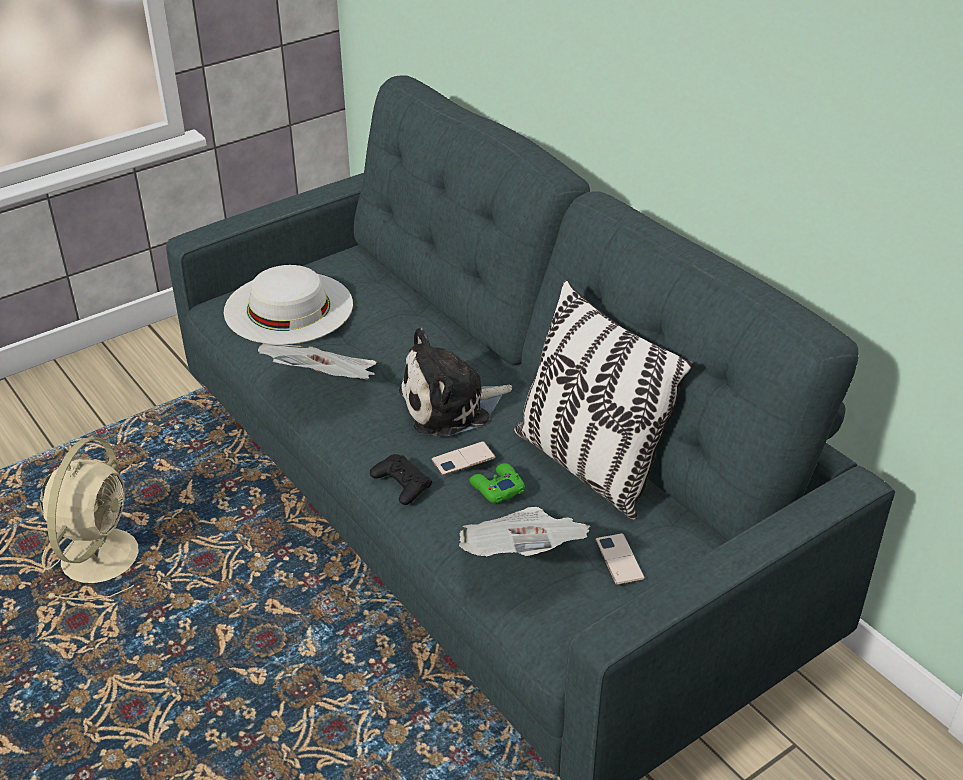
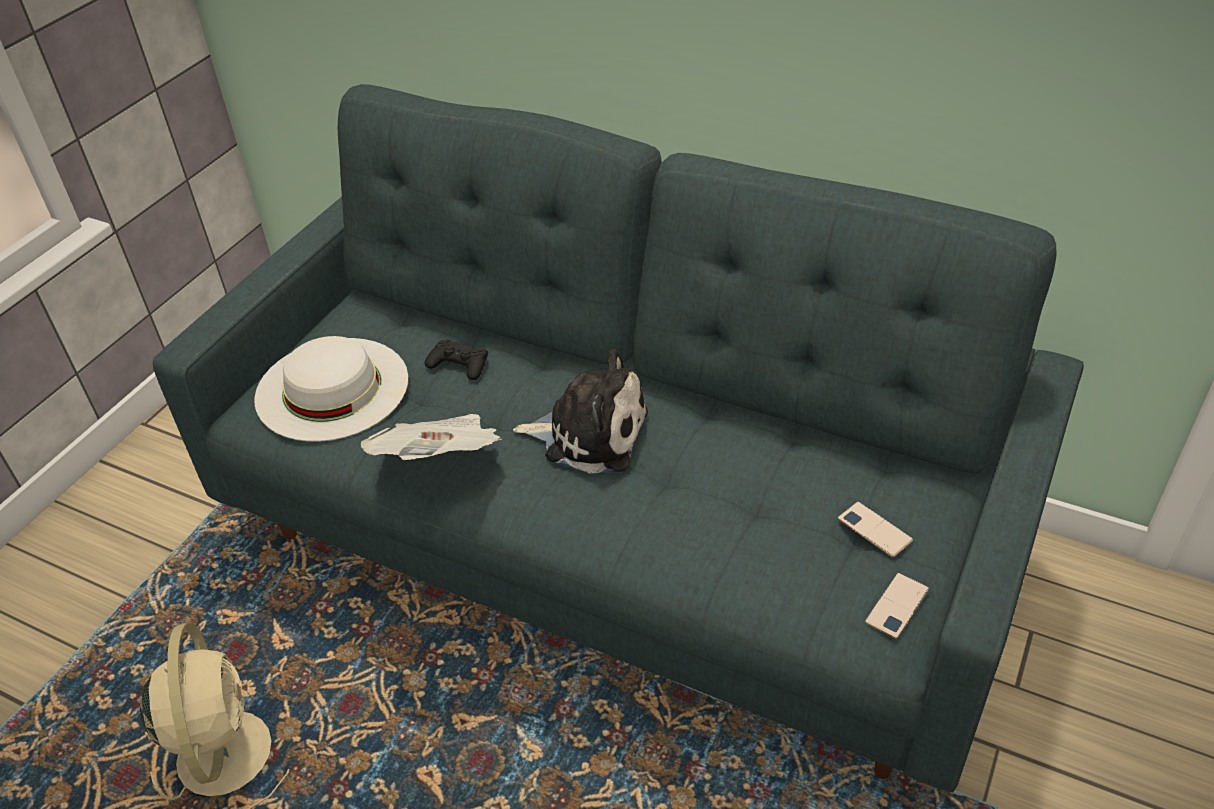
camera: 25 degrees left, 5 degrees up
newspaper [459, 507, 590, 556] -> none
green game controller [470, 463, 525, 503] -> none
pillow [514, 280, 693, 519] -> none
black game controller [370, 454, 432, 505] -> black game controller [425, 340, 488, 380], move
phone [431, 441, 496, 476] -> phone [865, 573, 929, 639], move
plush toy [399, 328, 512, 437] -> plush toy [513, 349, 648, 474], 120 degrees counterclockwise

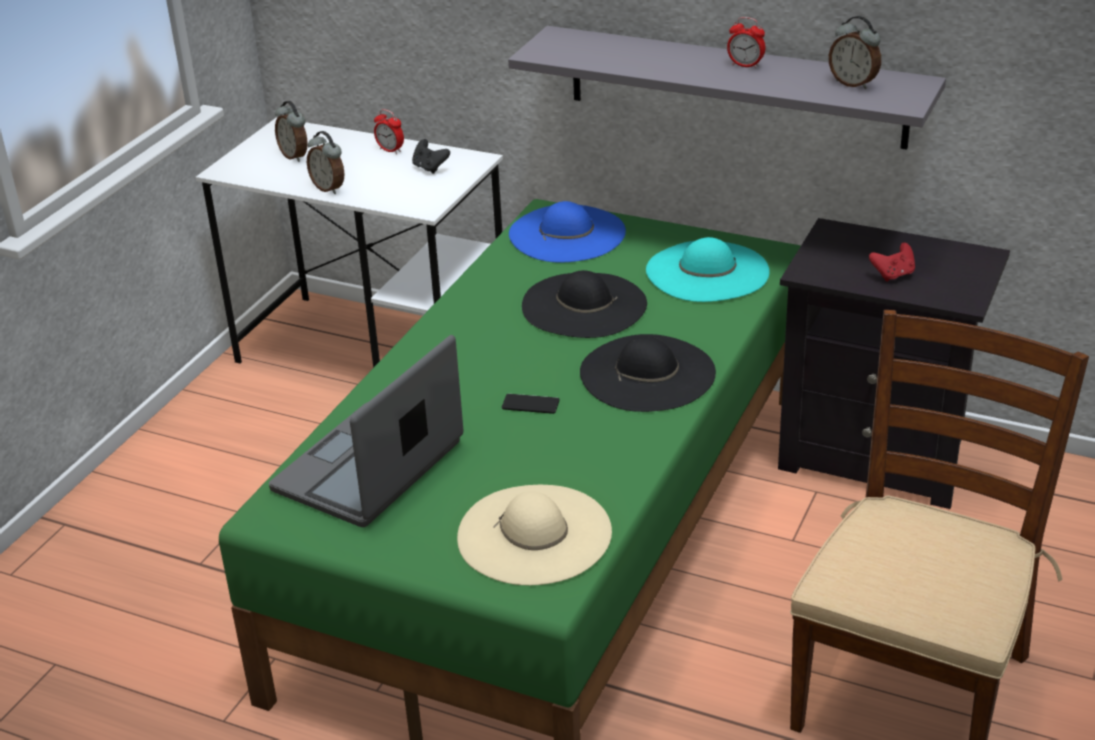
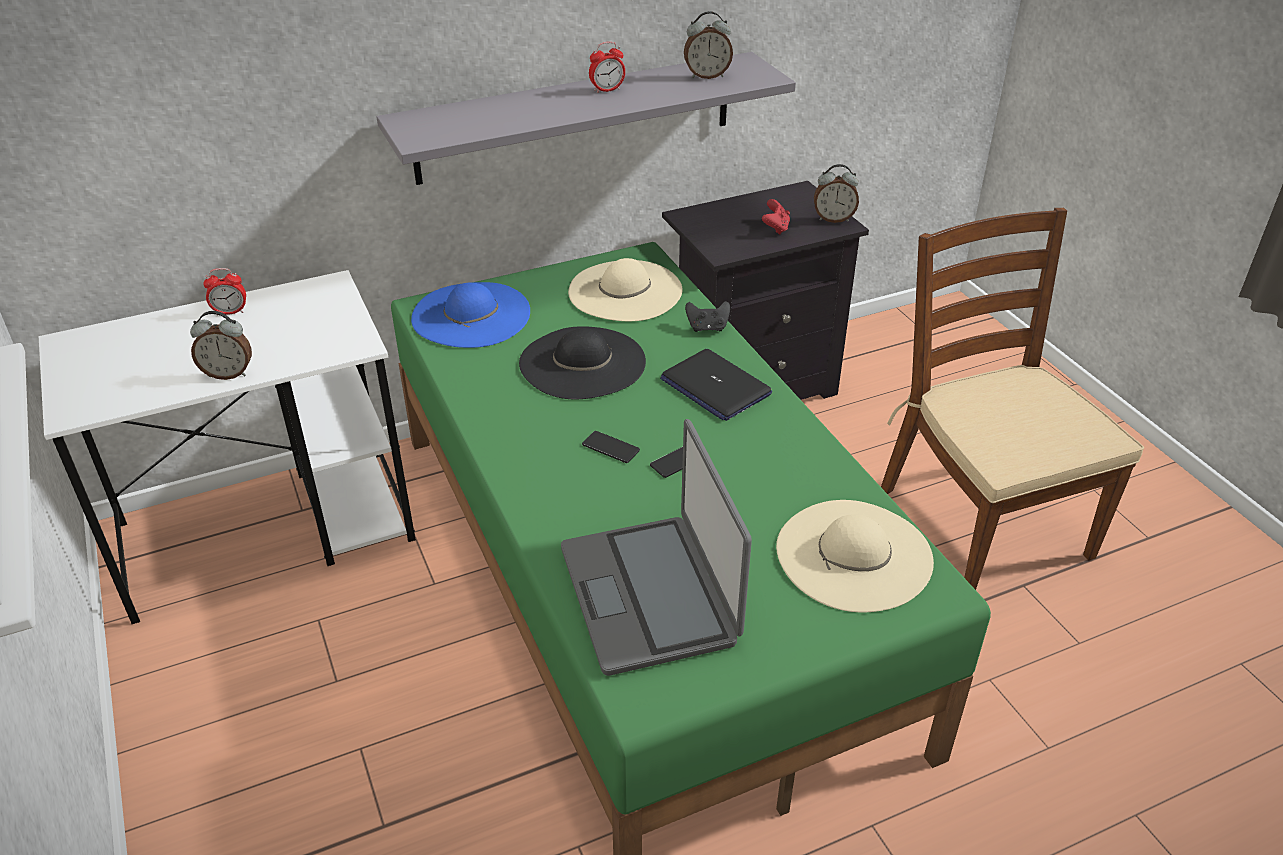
camera: 50 degrees left, 5 degrees up
none -> phone [582, 431, 640, 463]
alarm clock [275, 101, 308, 162] -> alarm clock [814, 164, 859, 223], move
black game controller [412, 139, 450, 174] -> black game controller [685, 301, 730, 332], move
black hat [580, 334, 716, 412] -> laptop [660, 349, 772, 421]
turquoise hat [646, 237, 770, 302] -> beige hat [568, 258, 683, 321]

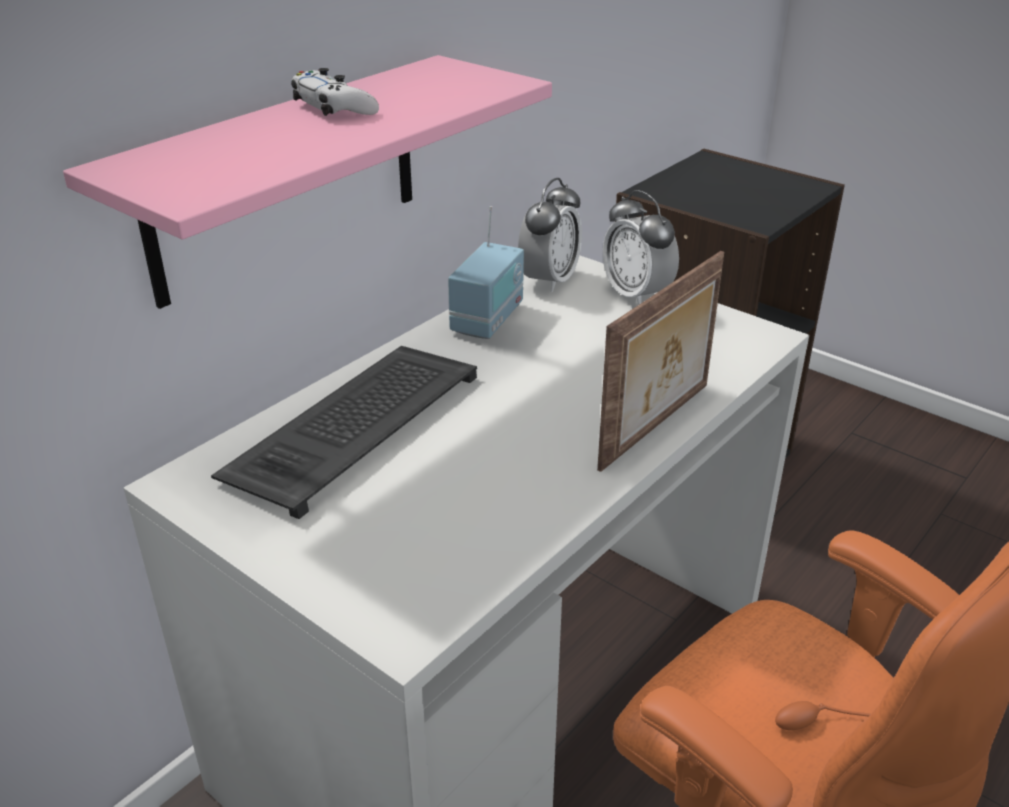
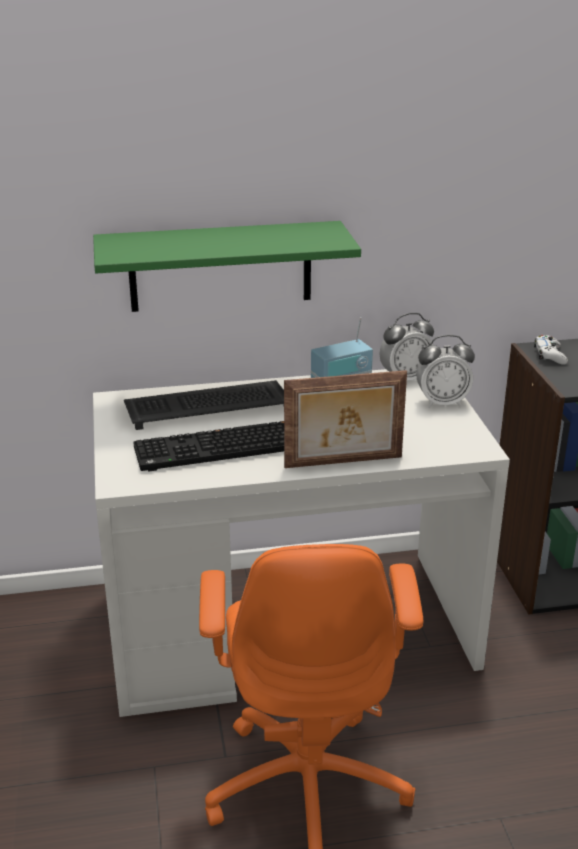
camera: 40 degrees right, 5 degrees down
none -> keyboard [133, 421, 284, 472]
white game controller [291, 68, 379, 116] -> white game controller [534, 335, 568, 365], move
pink shelf [63, 55, 552, 309] -> green shelf [93, 221, 361, 312]
alarm clock [603, 190, 679, 305] -> alarm clock [416, 335, 475, 408], 105 degrees counterclockwise

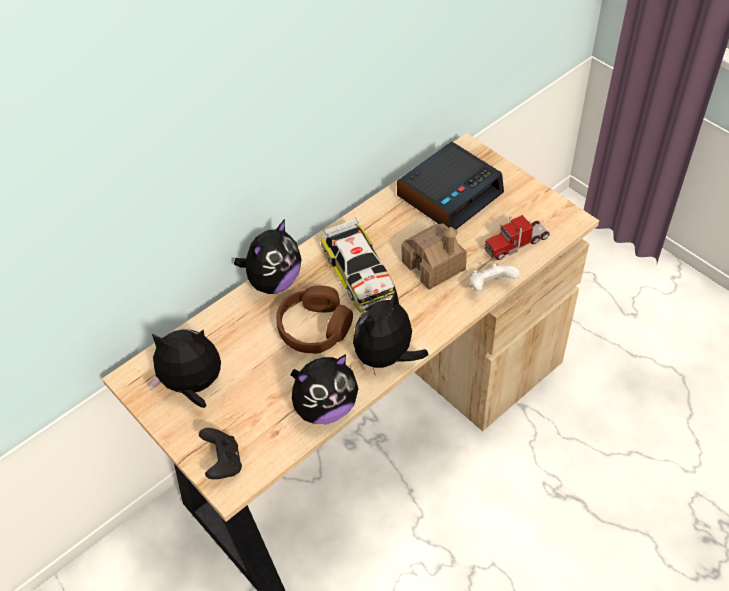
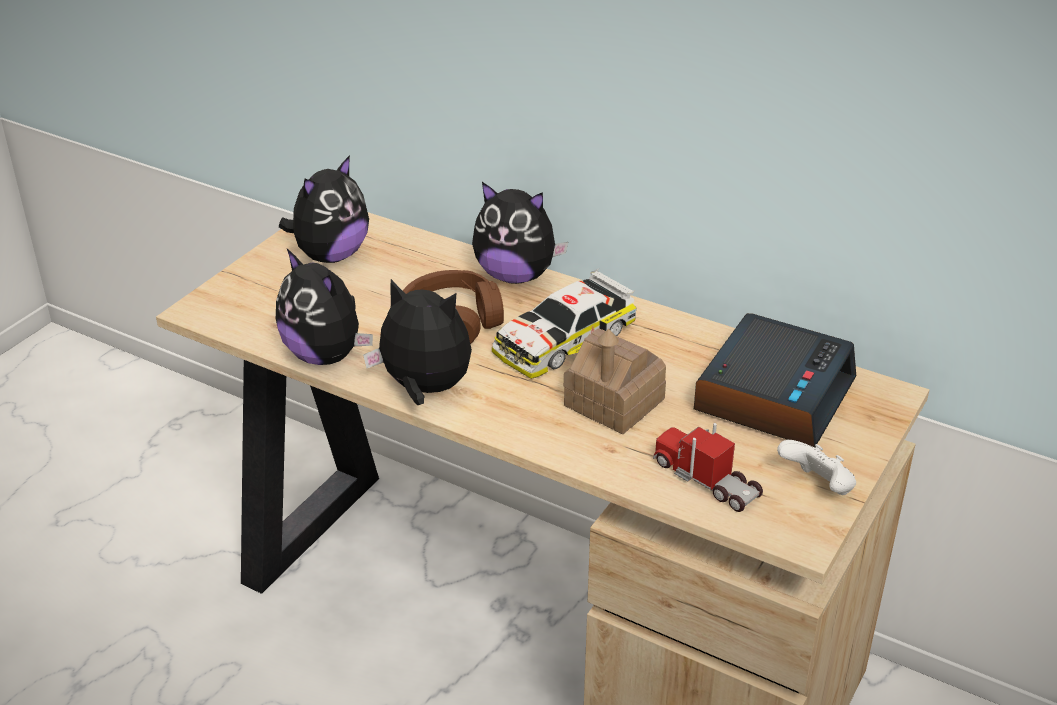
camera: 70 degrees right, 15 degrees down
black game controller [199, 428, 242, 479] -> none
white game controller [470, 264, 520, 291] -> white game controller [777, 440, 856, 495], move
plush toy [148, 329, 221, 408] -> plush toy [279, 155, 369, 263], 60 degrees clockwise
alarm clock [397, 142, 504, 230] -> alarm clock [694, 313, 856, 447], 90 degrees counterclockwise

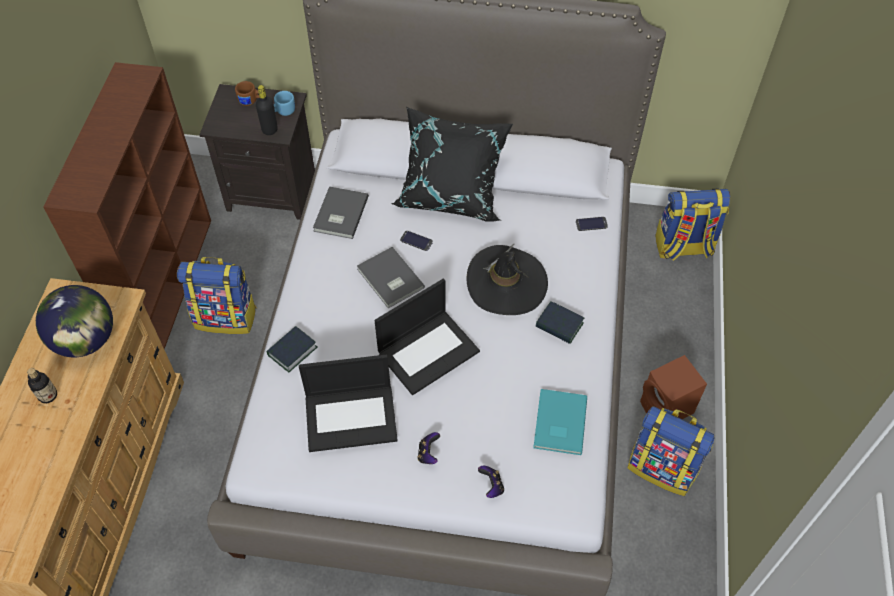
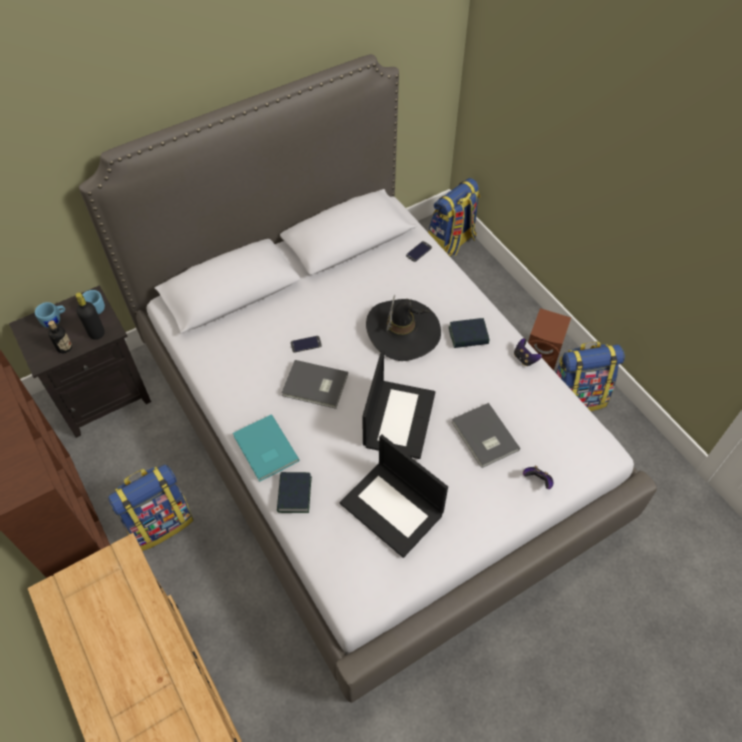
camera: 40 degrees left, 0 degrees up
globe [36, 285, 113, 357] -> none
black pillow [392, 107, 513, 222] -> none
bottle [27, 368, 57, 403] -> bottle [48, 320, 72, 353], move
grey book [313, 186, 369, 239] -> grey book [452, 403, 520, 468], move
game controller [418, 432, 440, 464] -> game controller [514, 338, 542, 366], move
turquoise book [533, 389, 587, 455] -> turquoise book [233, 414, 299, 482], move
brown mug [235, 81, 260, 106] -> blue mug [35, 302, 65, 328]
laptop [299, 354, 398, 452] -> laptop [340, 434, 448, 558], 90 degrees clockwise

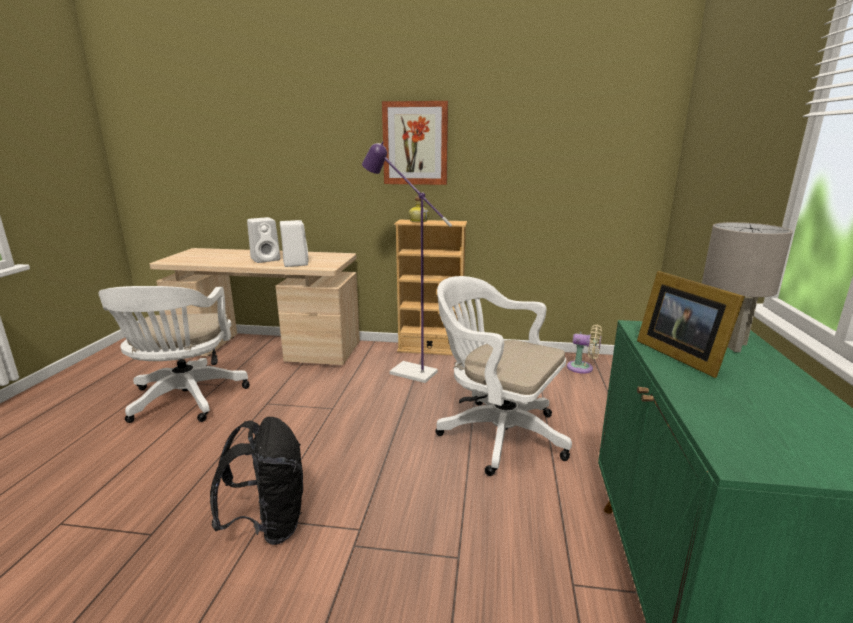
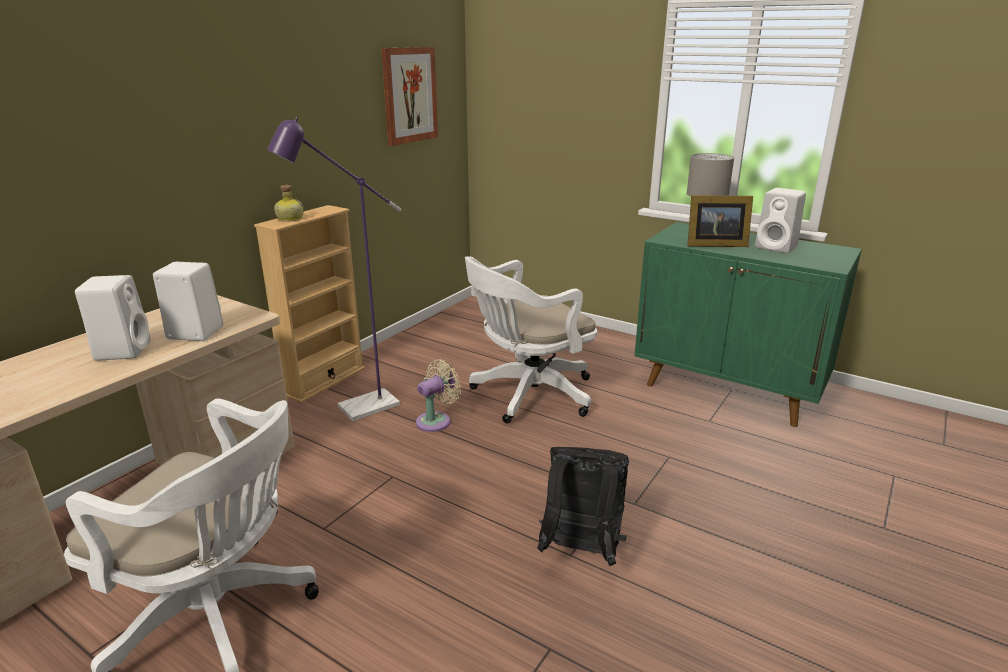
camera: 65 degrees left, 5 degrees up
none -> white speaker [755, 188, 806, 253]
picture [382, 101, 448, 185] -> picture [381, 47, 438, 146], move
beige fan [567, 325, 602, 374] -> beige fan [416, 359, 461, 432], move

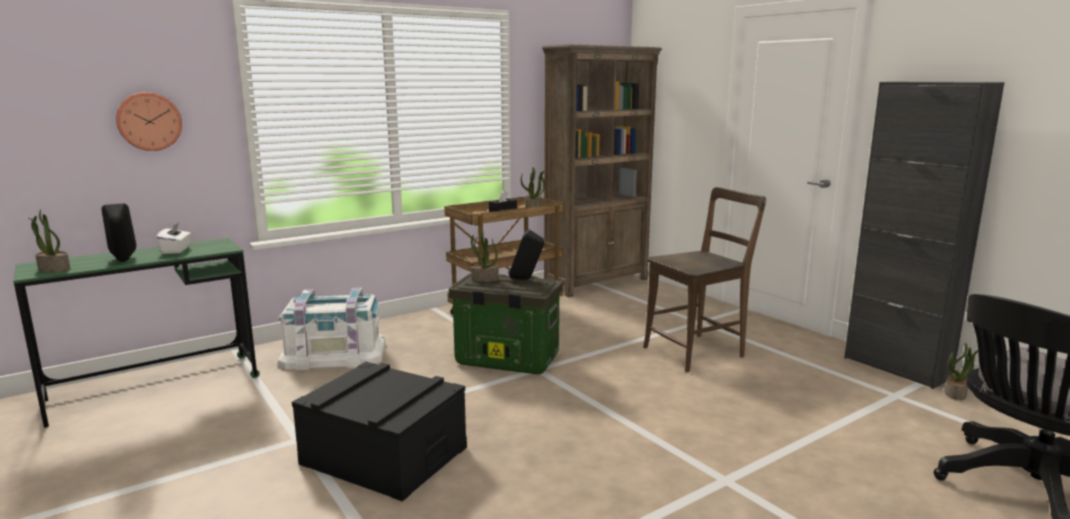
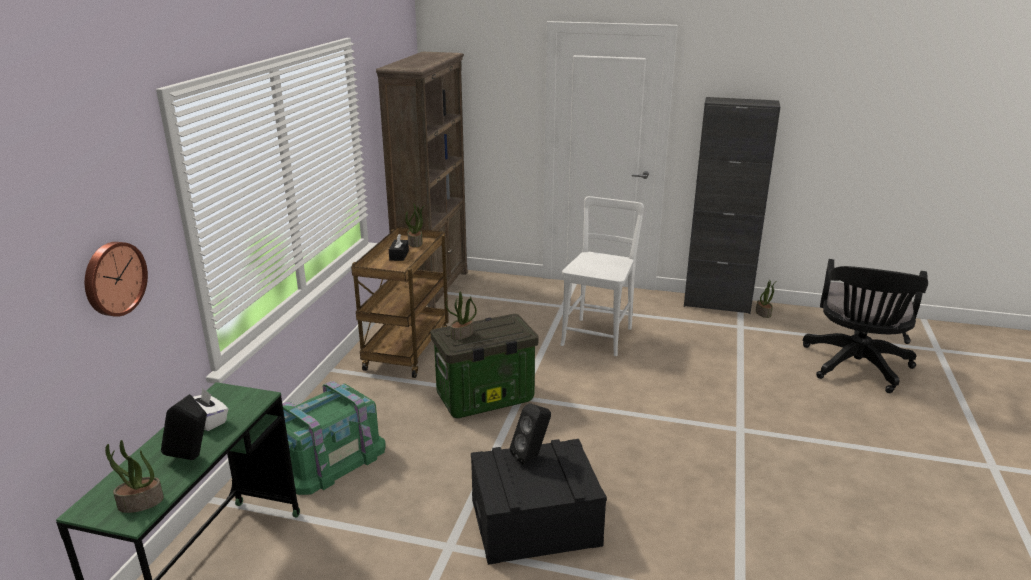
camera: 40 degrees left, 10 degrees up
black speaker [508, 229, 544, 280] -> black speaker [510, 403, 551, 464], move
white storage box [278, 288, 385, 370] -> green storage box [282, 381, 386, 495]
brown chair [643, 187, 766, 372] -> white chair [561, 196, 644, 356]

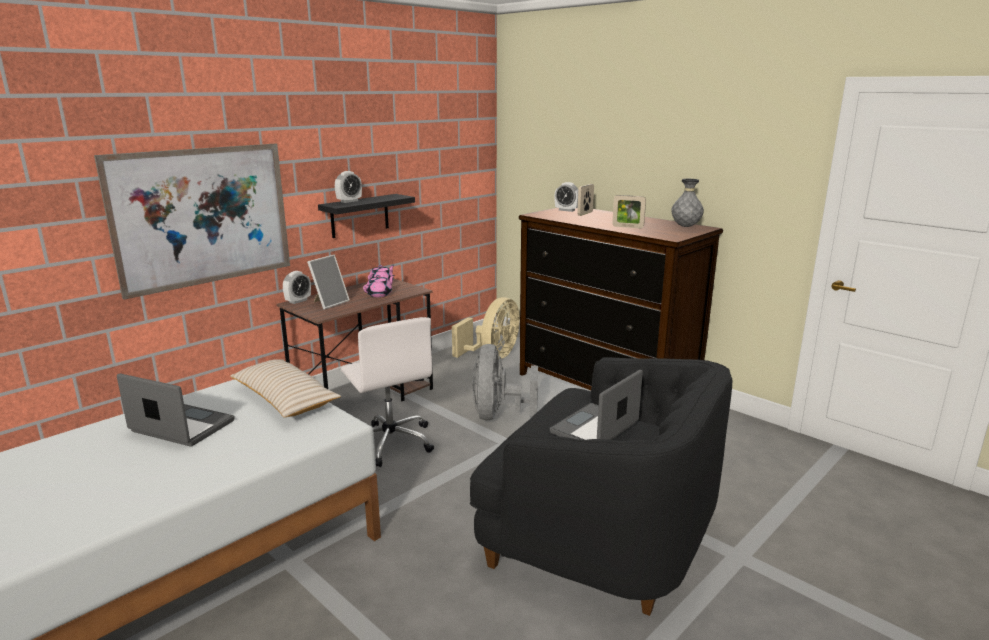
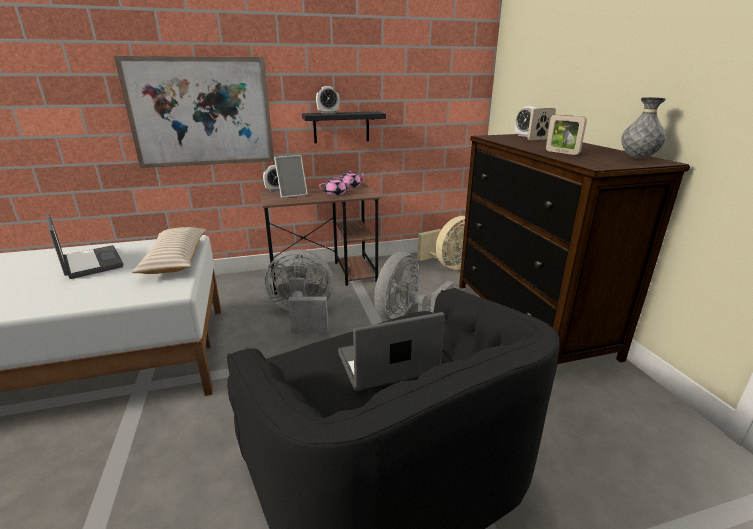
camera: 30 degrees right, 5 degrees up
white office chair [341, 317, 434, 467] -> grey fan [265, 249, 334, 334]

